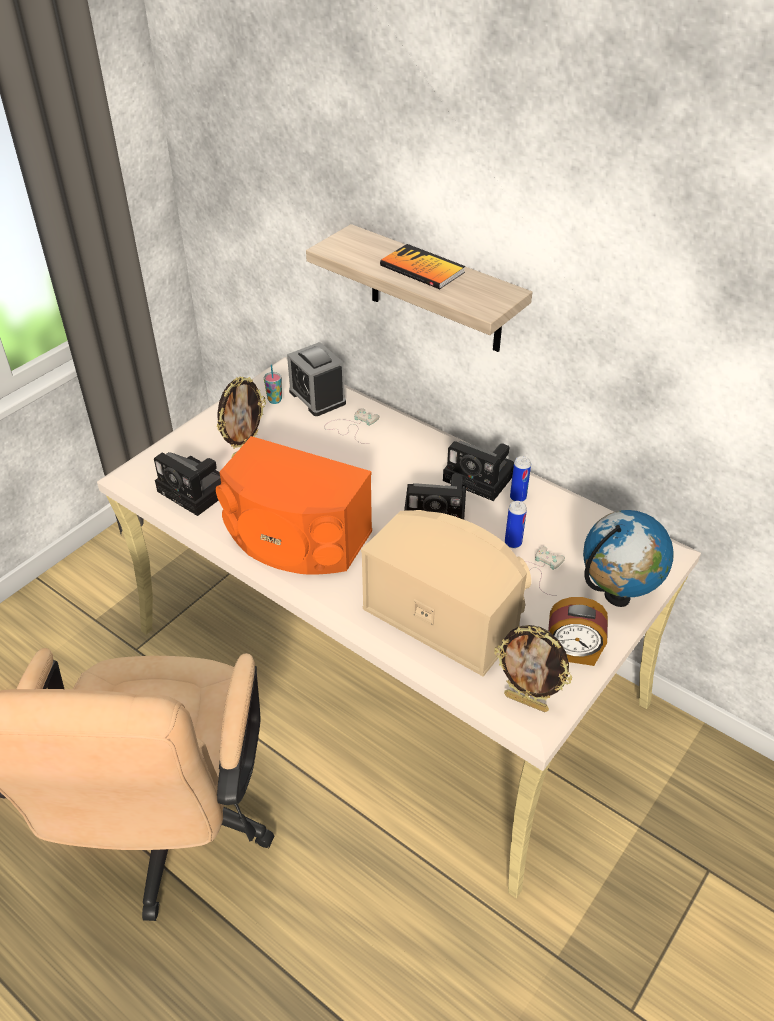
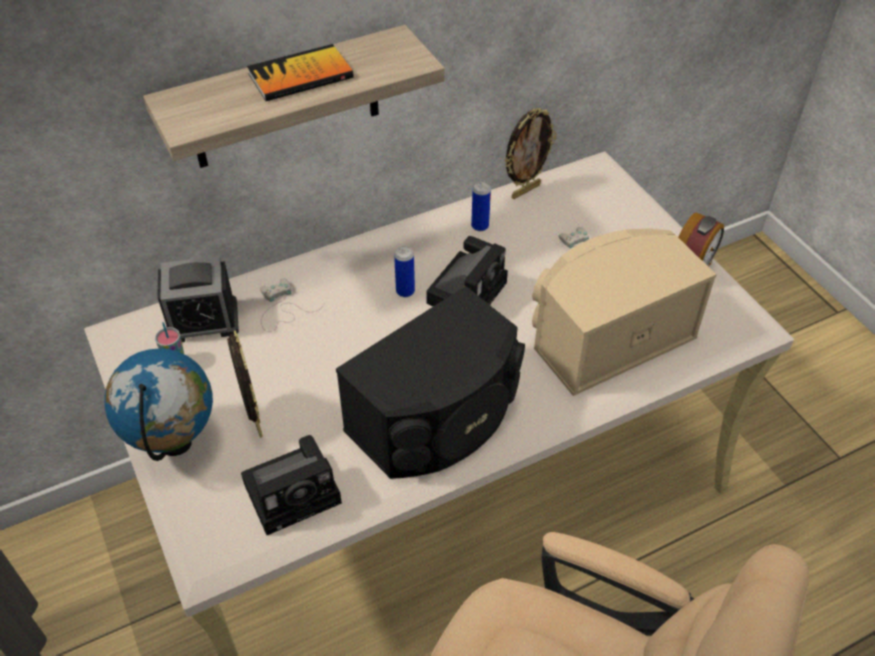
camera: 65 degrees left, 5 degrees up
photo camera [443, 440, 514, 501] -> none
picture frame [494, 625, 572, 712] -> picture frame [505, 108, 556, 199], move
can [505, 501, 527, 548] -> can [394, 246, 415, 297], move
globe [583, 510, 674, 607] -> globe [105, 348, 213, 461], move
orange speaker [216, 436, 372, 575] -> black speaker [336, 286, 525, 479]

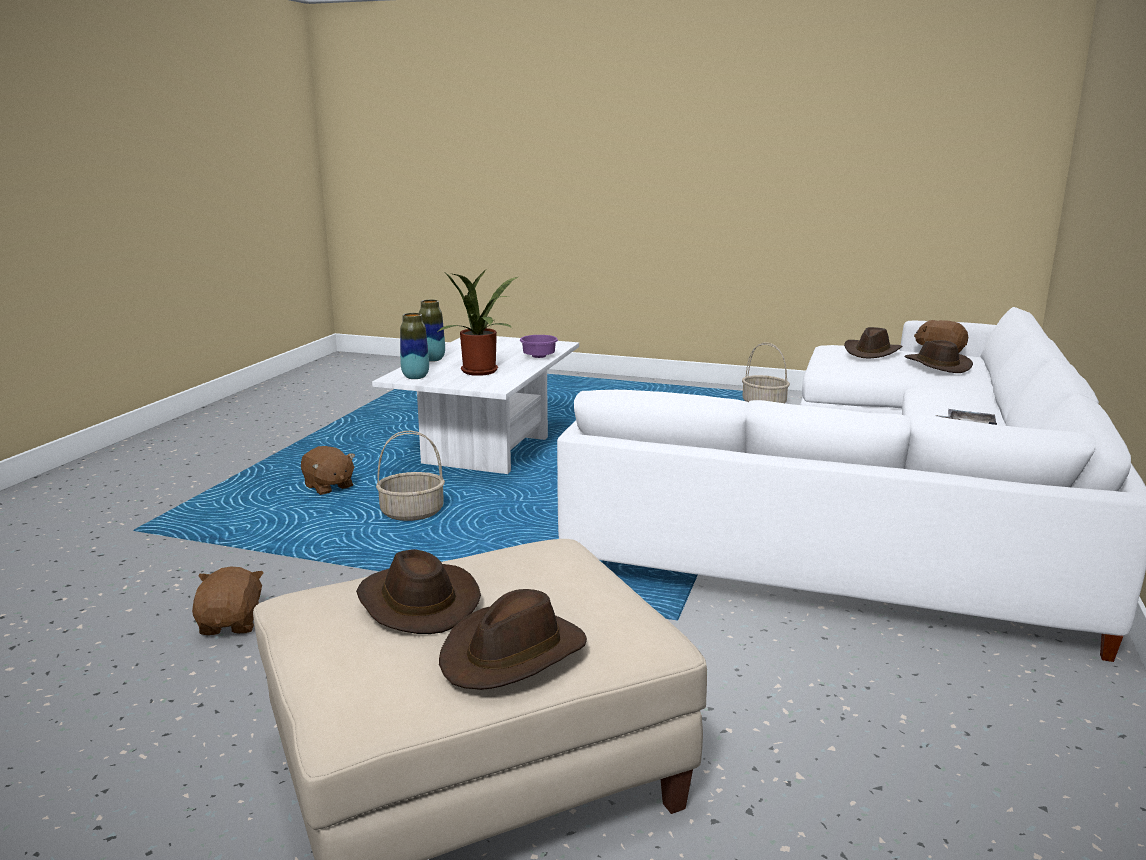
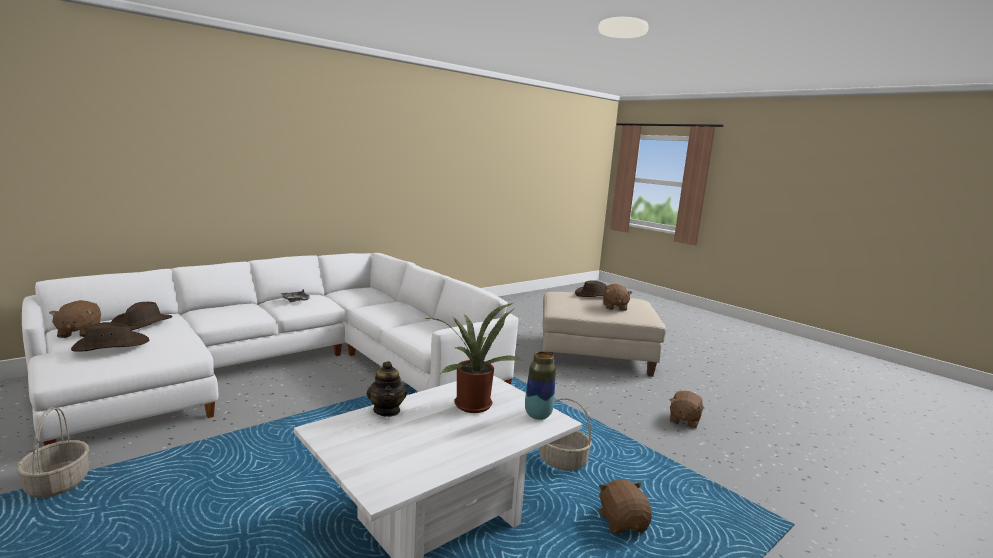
camera: 150 degrees left, 5 degrees down
vase [419, 300, 445, 362] -> none
brown hat [356, 549, 481, 634] -> brown plush toy [603, 284, 632, 311]
purple bowl [520, 335, 558, 358] -> teapot [367, 361, 408, 417]

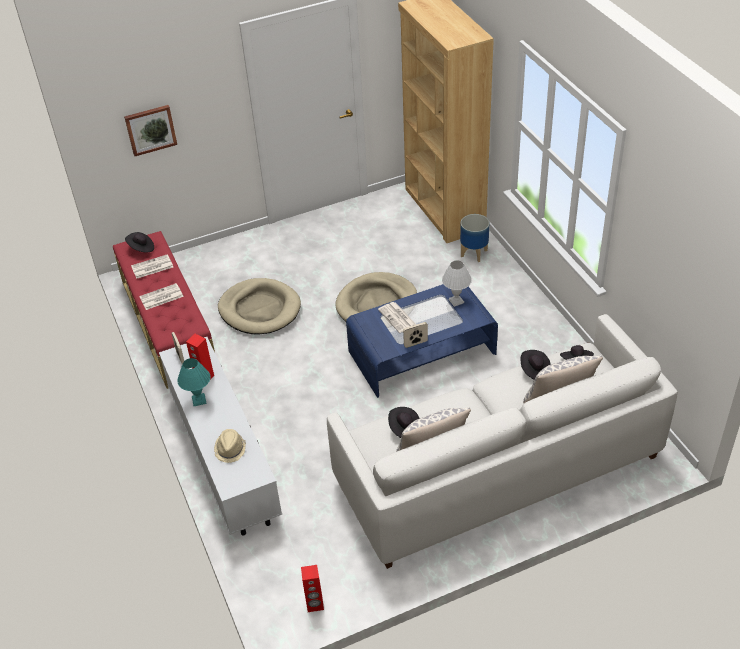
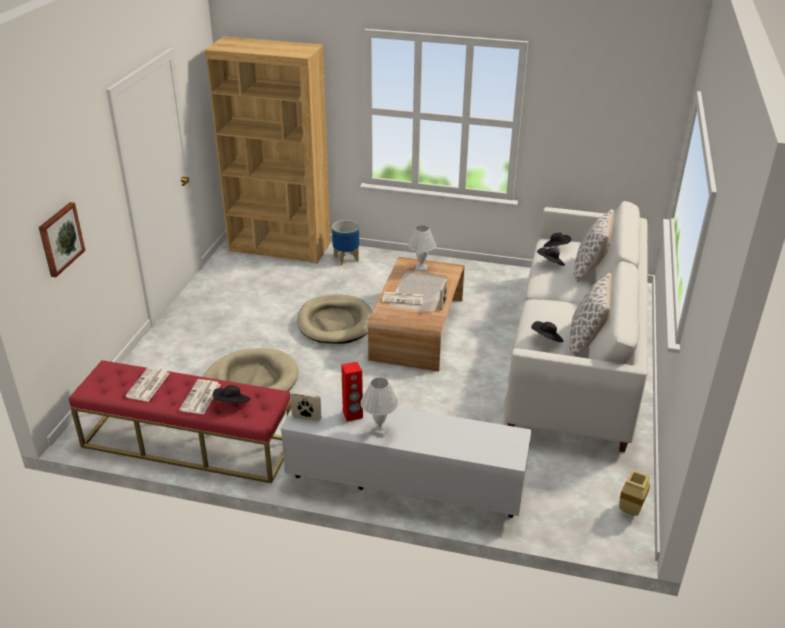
camera: 55 degrees left, 10 degrees down
beige hat [214, 429, 246, 463] -> none
black hat [125, 232, 154, 252] -> black hat [213, 385, 250, 403], move
red speaker [301, 565, 324, 612] -> beige vase [620, 469, 650, 516]
turquoise table lamp [177, 358, 210, 406] -> white table lamp [361, 378, 399, 438]
blue coffee table [346, 284, 498, 398] -> brown coffee table [368, 257, 464, 371]

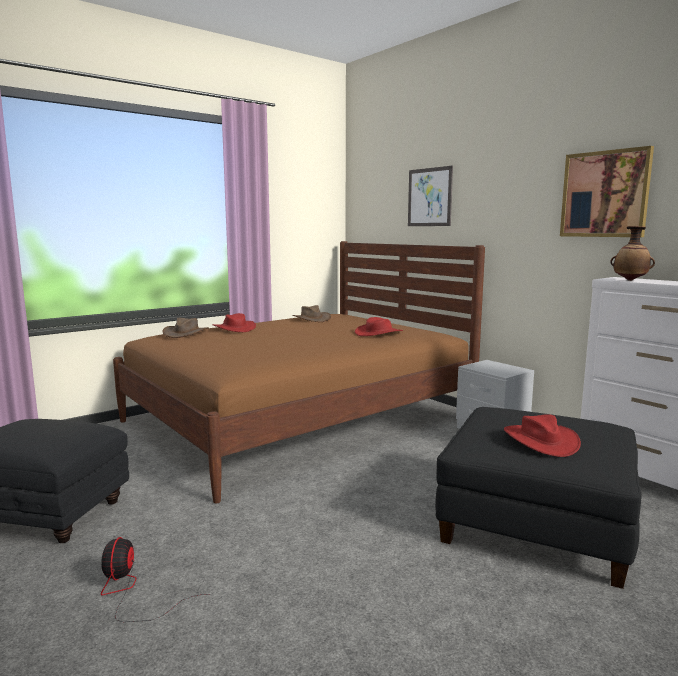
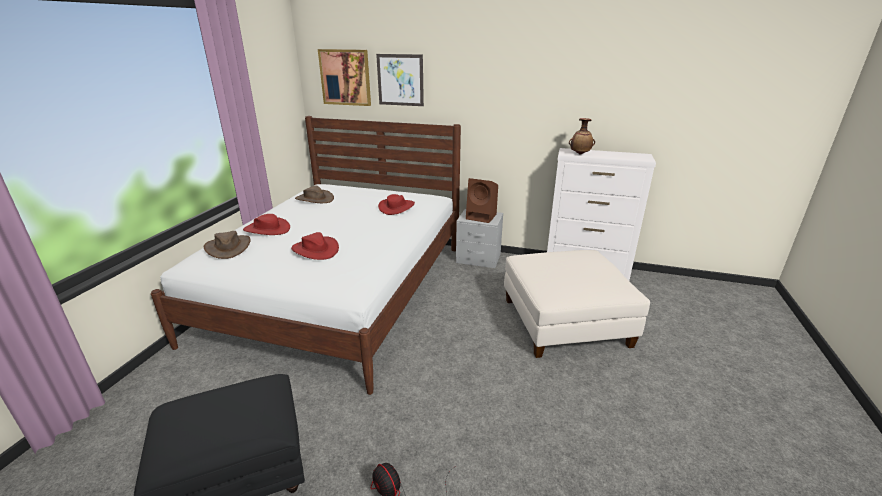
camera: 35 degrees left, 15 degrees up
none -> brown speaker [466, 178, 498, 223]
red hat [504, 414, 581, 457] -> red hat [291, 232, 339, 260], move
picture [560, 146, 654, 237] -> picture [318, 49, 371, 106], move
brown bed [113, 241, 485, 504] -> white bed [151, 116, 461, 395]
black ottoman [435, 407, 641, 589] -> white ottoman [504, 250, 650, 358]

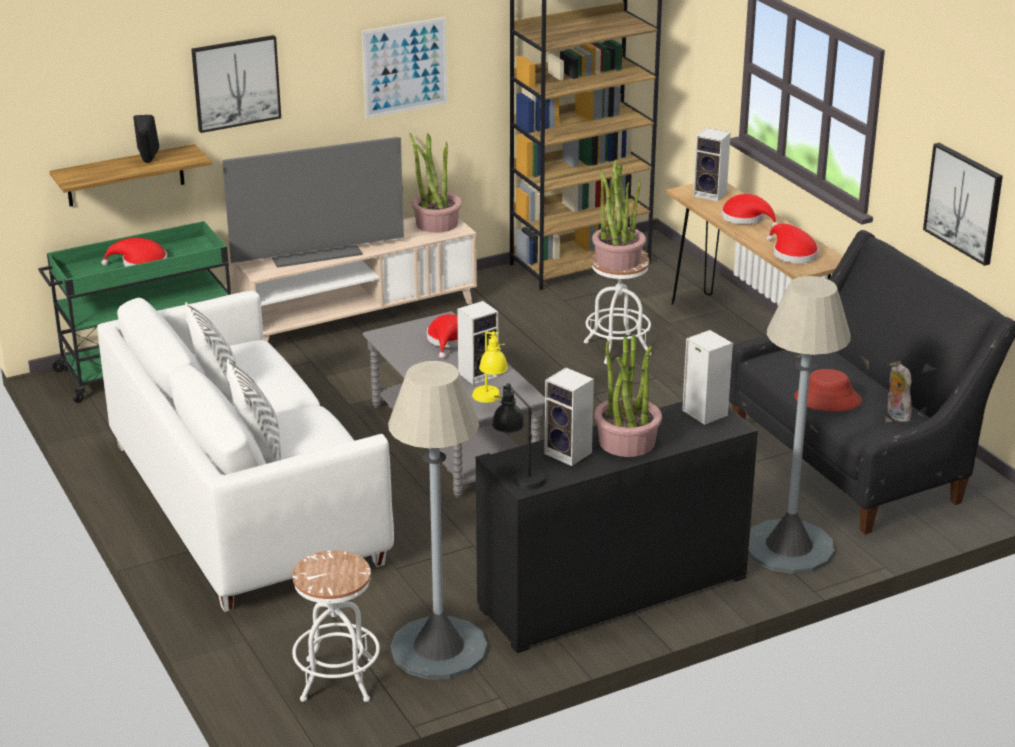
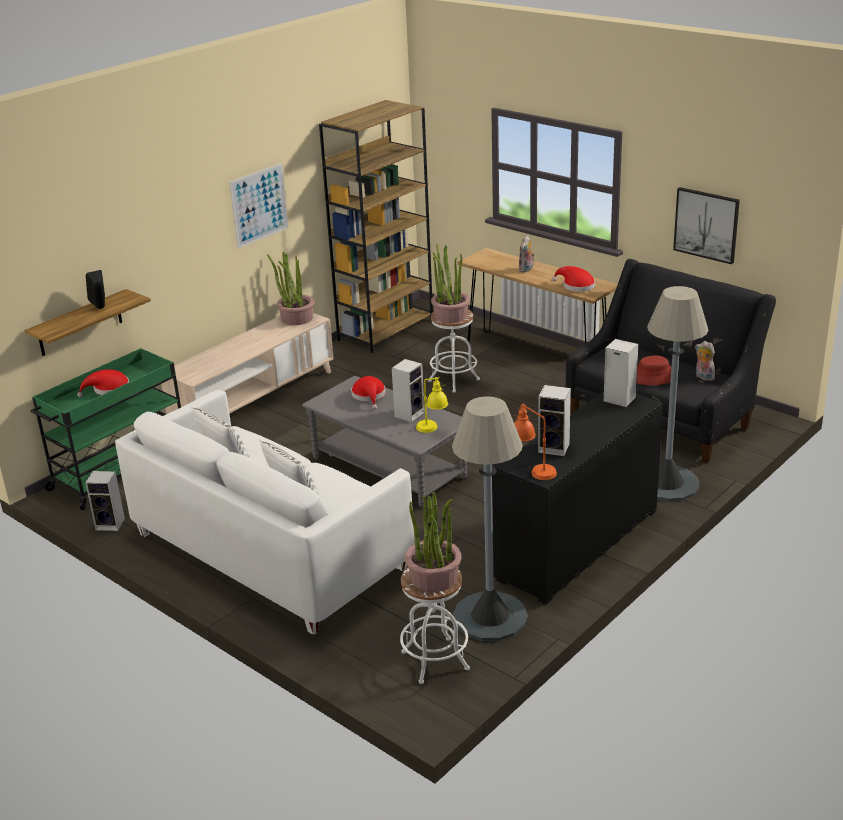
camera: 20 degrees left, 0 degrees up
picture [191, 35, 281, 133] -> none
television [222, 137, 404, 268] -> none
potted plant [594, 334, 662, 457] -> potted plant [405, 492, 461, 592], move
speaker [693, 128, 731, 201] -> speaker [85, 471, 125, 531], move
red hat [721, 194, 778, 227] -> plush toy [519, 235, 535, 273]
black table lamp [492, 383, 546, 490] -> orange table lamp [514, 404, 557, 480]

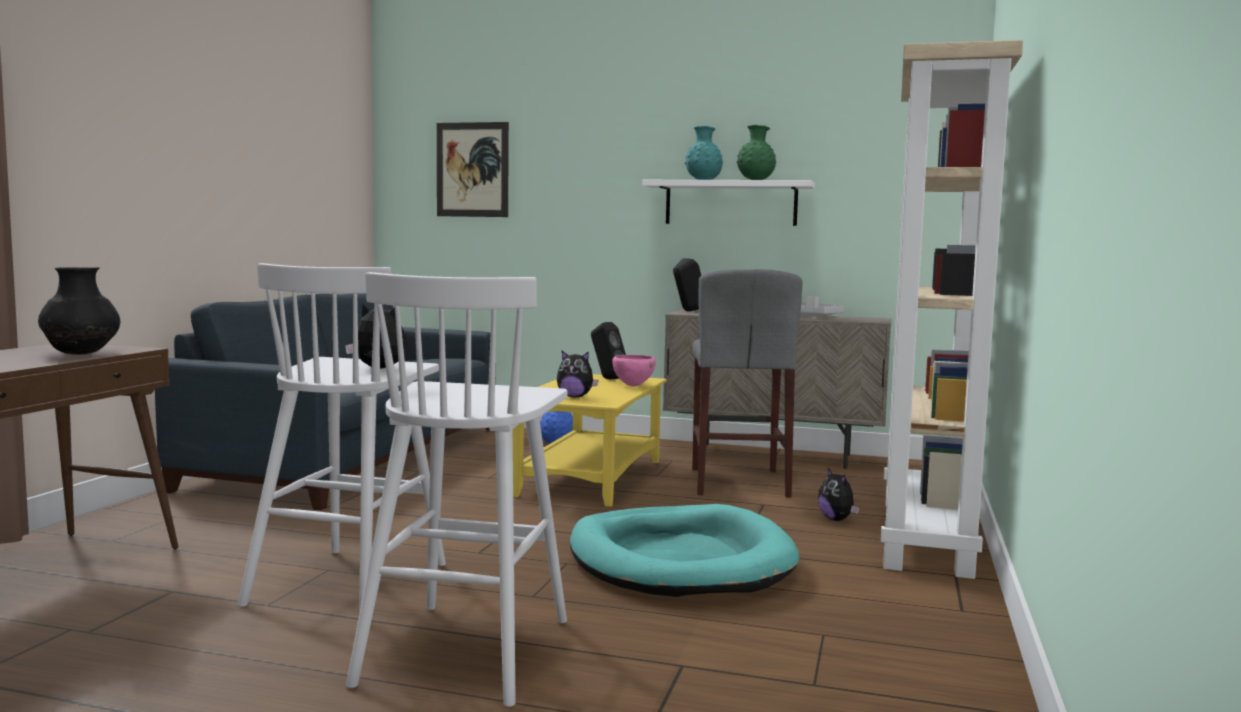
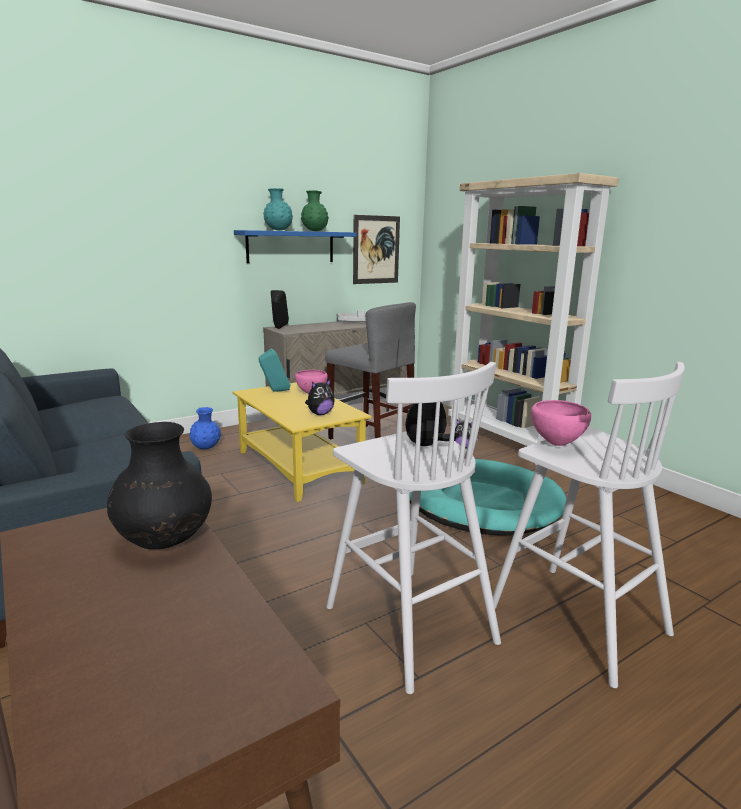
camera: 50 degrees left, 10 degrees up
none -> pink bowl [531, 400, 591, 446]
picture [437, 122, 509, 217] -> picture [353, 215, 400, 284], move
black speaker [591, 322, 626, 380] -> turquoise speaker [259, 348, 291, 392]
white shelf [642, 180, 815, 226] -> blue shelf [234, 230, 356, 263]

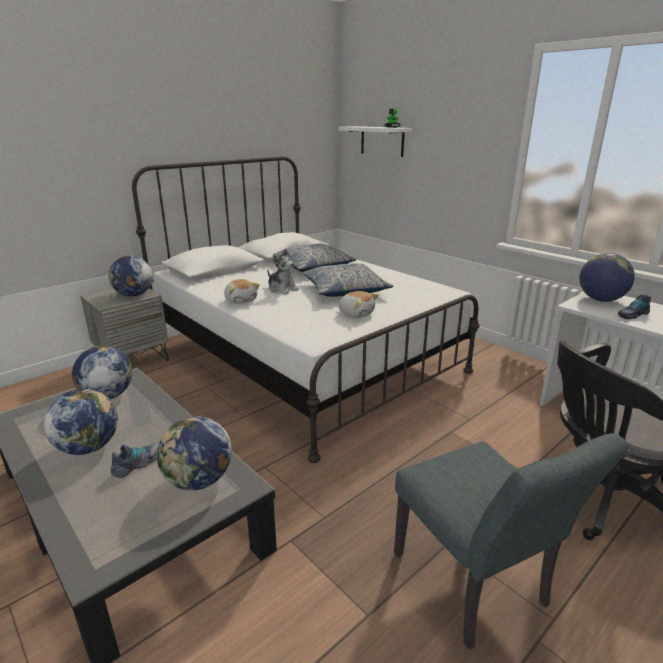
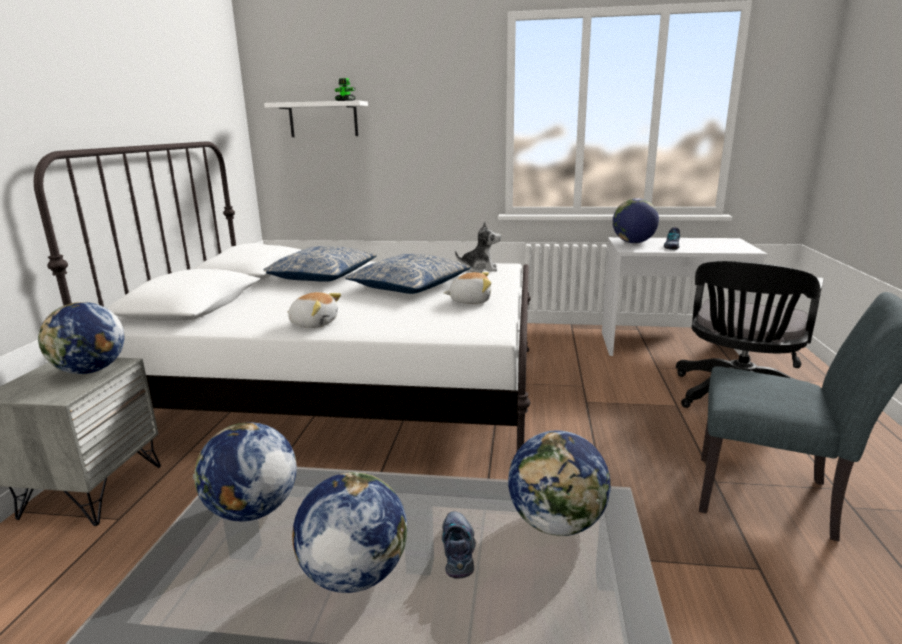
camera: 40 degrees left, 5 degrees down
plush toy [267, 249, 299, 294] -> plush toy [455, 221, 501, 273], move

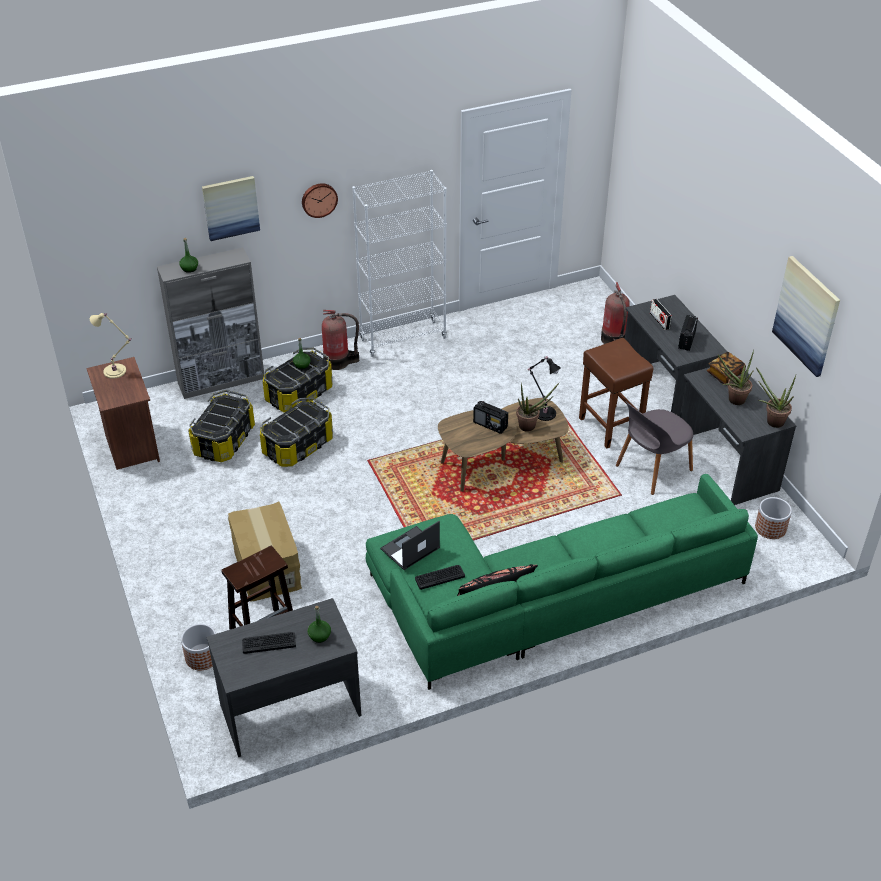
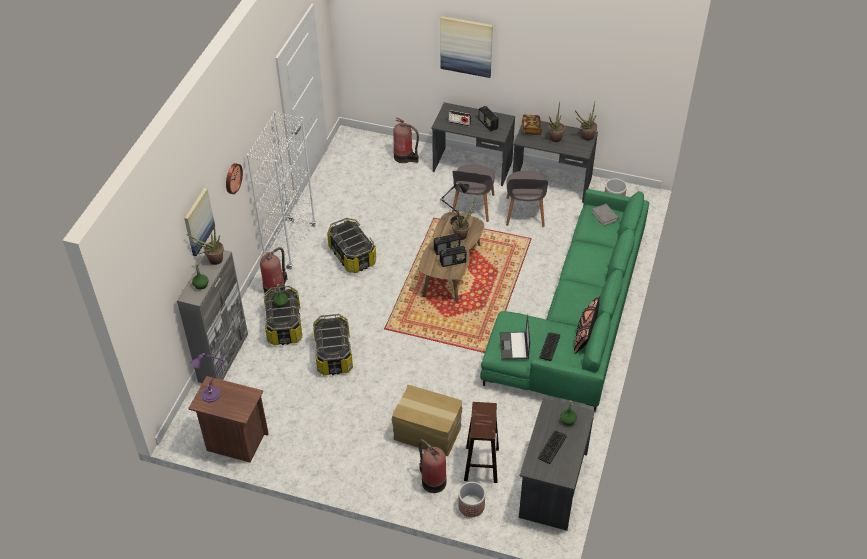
camera: 50 degrees left, 5 degrees up
none -> potted plant [186, 220, 224, 265]
none -> fire extinguisher [418, 439, 447, 493]
none -> radio [440, 246, 466, 267]
none -> grey book [591, 204, 619, 226]
storage box [188, 390, 255, 462] -> storage box [327, 218, 376, 273], move
picture [772, 256, 840, 377] -> picture [440, 16, 493, 78], move
brown stool [579, 338, 653, 448] -> grey chair [452, 165, 495, 222]
beige table lamp [90, 313, 132, 379] -> purple table lamp [190, 352, 225, 402]

